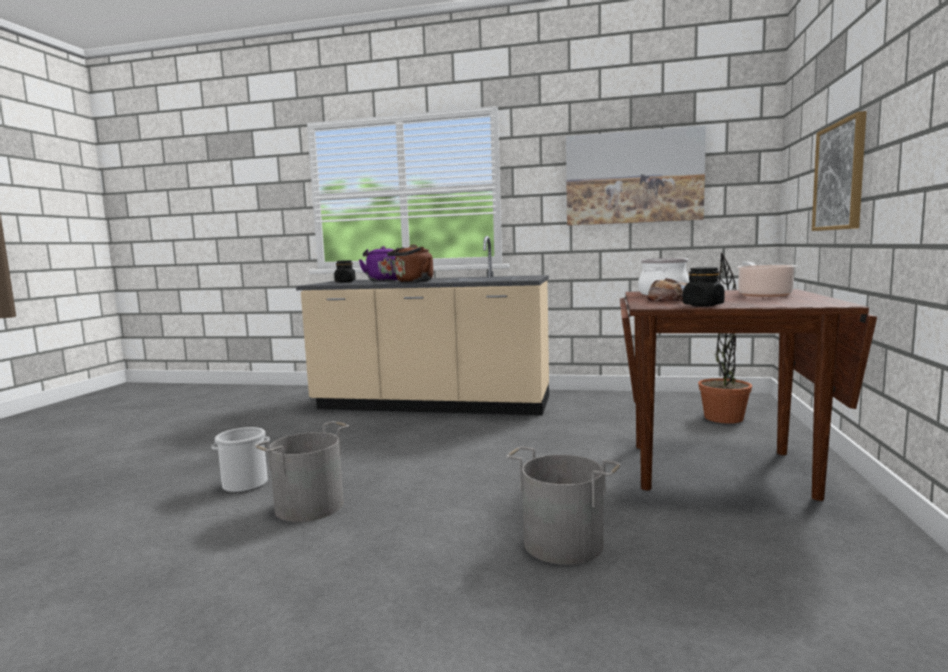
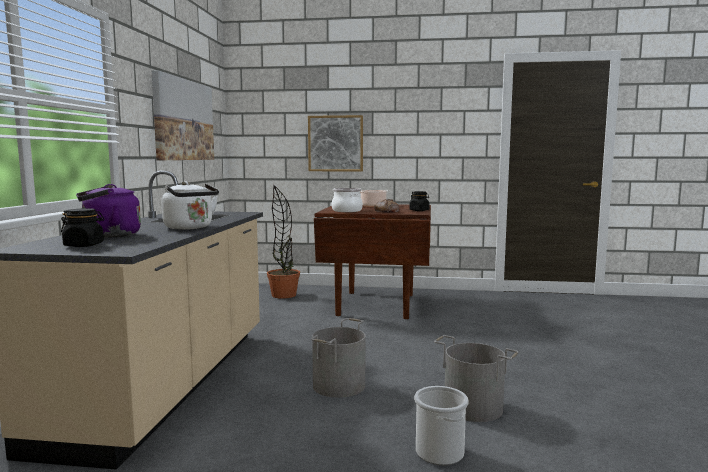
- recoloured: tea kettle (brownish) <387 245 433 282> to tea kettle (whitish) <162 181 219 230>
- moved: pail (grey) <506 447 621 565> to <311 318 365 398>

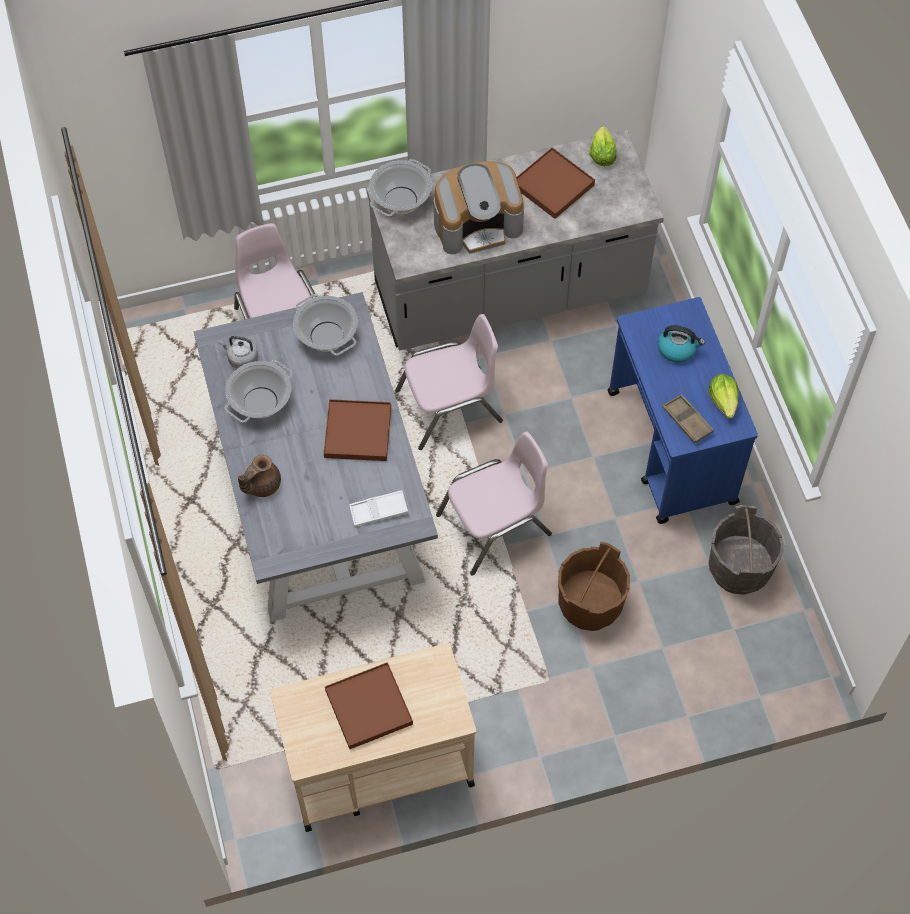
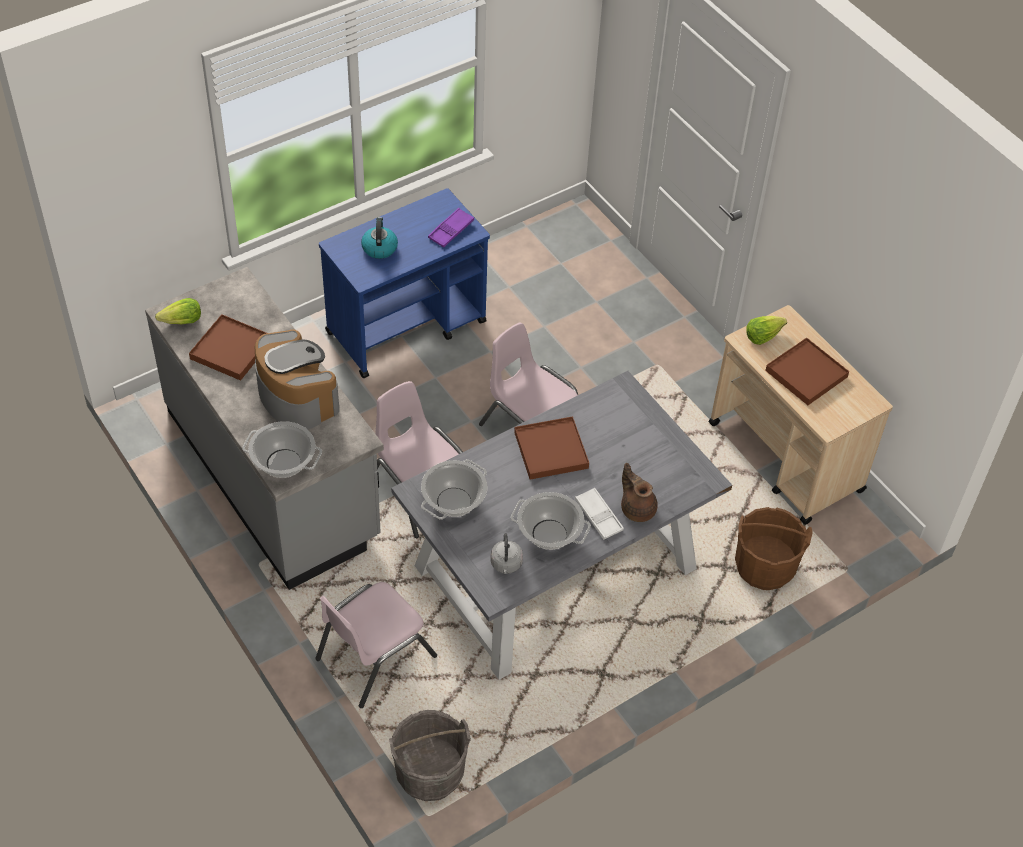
- moved: lettuce head <708 374 739 419> to <746 316 787 345>
- recoloured: tray (brownish) <662 394 714 443> to tray (purplish) <428 208 474 248>
- turned: pot for tea (brownish) <238 455 281 497> = <621 463 658 522> 150 degrees counterclockwise
- moved: tray (whitish) <349 490 408 527> to <575 488 624 540>
- moved: pail (grey) <709 505 784 595> to <389 710 471 801>
- moved: pail (brownish) <558 542 630 631> to <735 507 813 590>

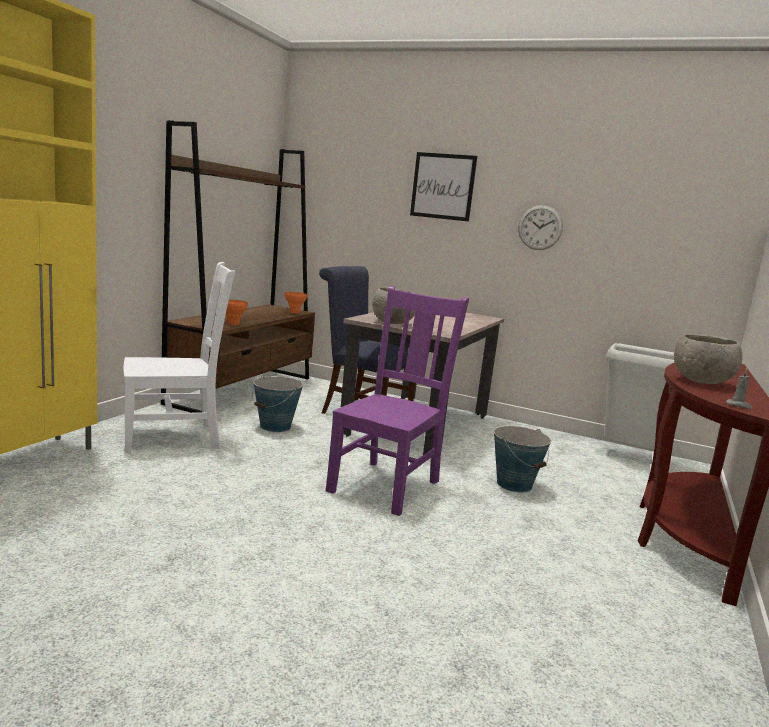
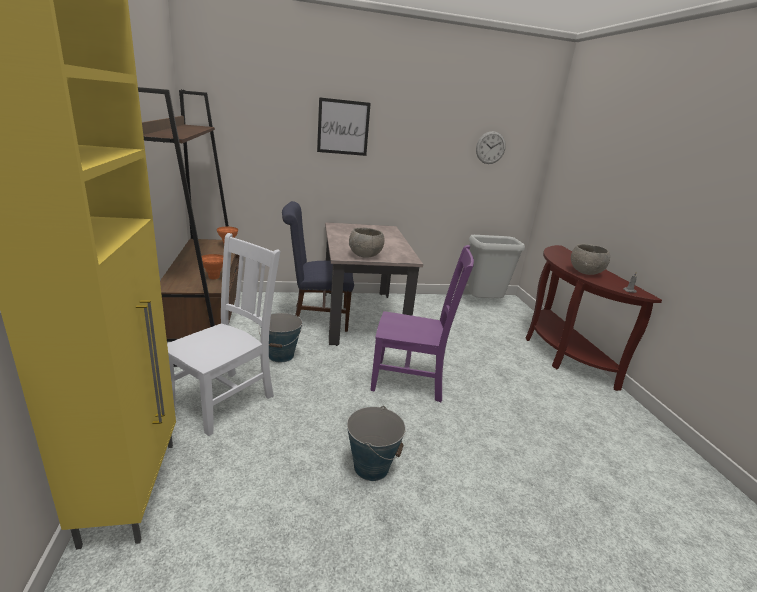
- moved: wall clock <518 205 563 250> to <476 131 506 164>
- turned: plain chair (purplish) <326 285 469 516> = <370 245 474 402> 105 degrees clockwise
- moved: pail <494 426 551 493> to <347 406 406 481>

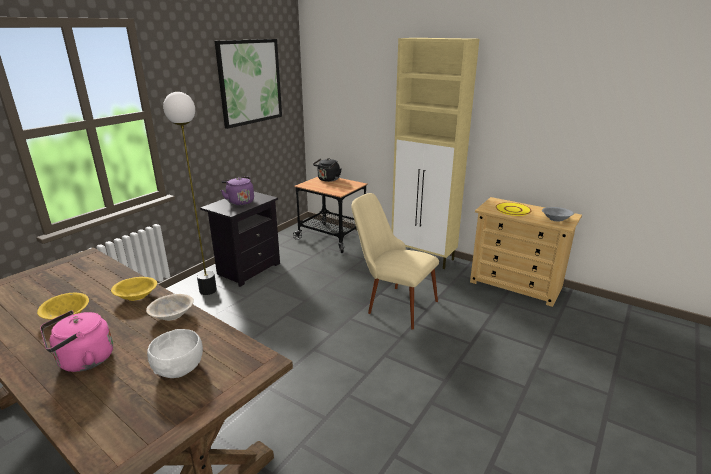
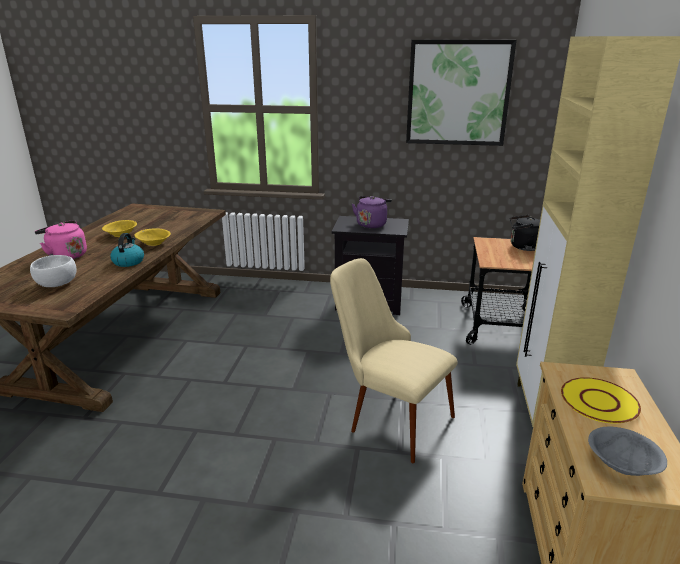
- removed: floor lamp <163 92 217 295>
- turned: plain chair (beige) <351 193 439 330> = <330 258 458 463> 60 degrees counterclockwise
- replaced: deep dish (beige) <146 294 194 321> to tea kettle <110 233 144 267>

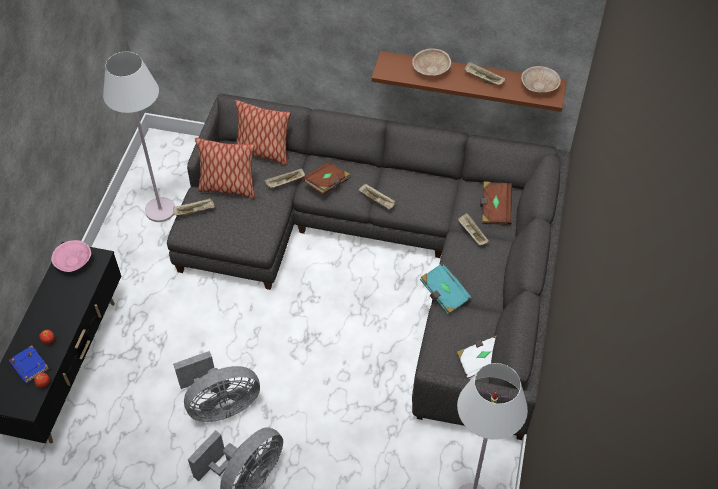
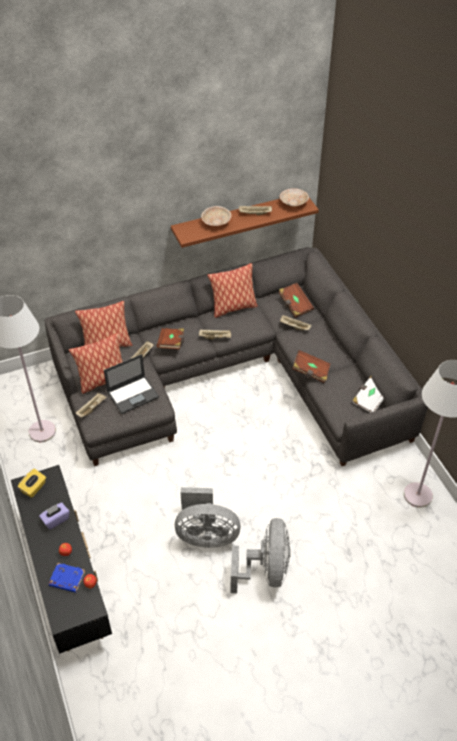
- replaced: deep dish (pink-coloured) <51 240 91 272> to tissue box (yellow) <17 469 46 498>
- recoloured: bound book (turquoise) <420 262 471 315> to bound book (brownish) <292 350 331 383>
- turned: cooling fan (grey) <173 351 260 422> = <175 487 241 548> 60 degrees clockwise
- added: pillow <208 263 258 318>
- added: portable computer <104 354 159 414>
- added: tissue box (purplish) <39 502 70 529>

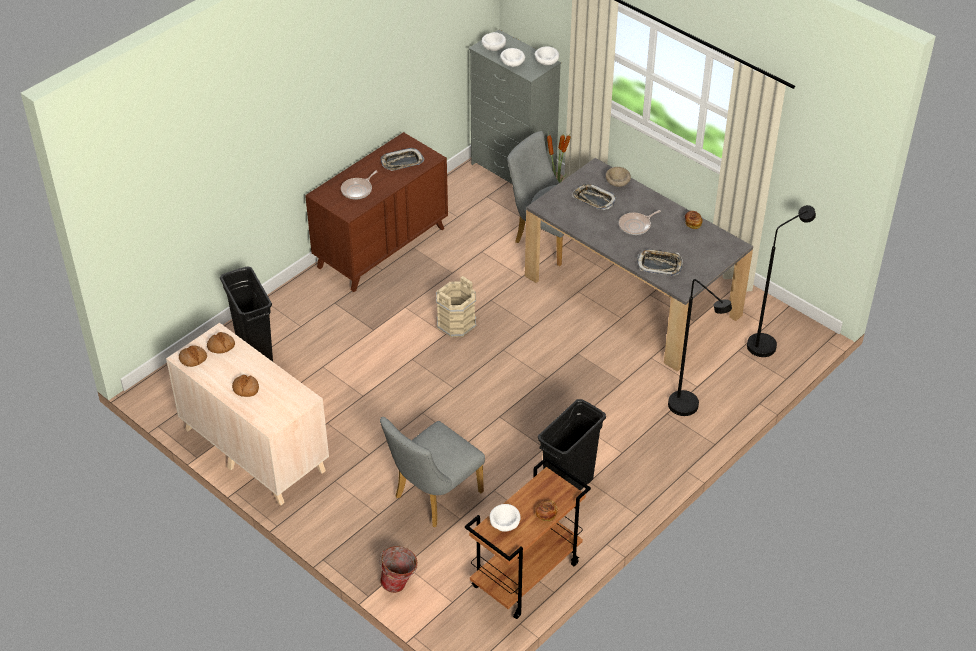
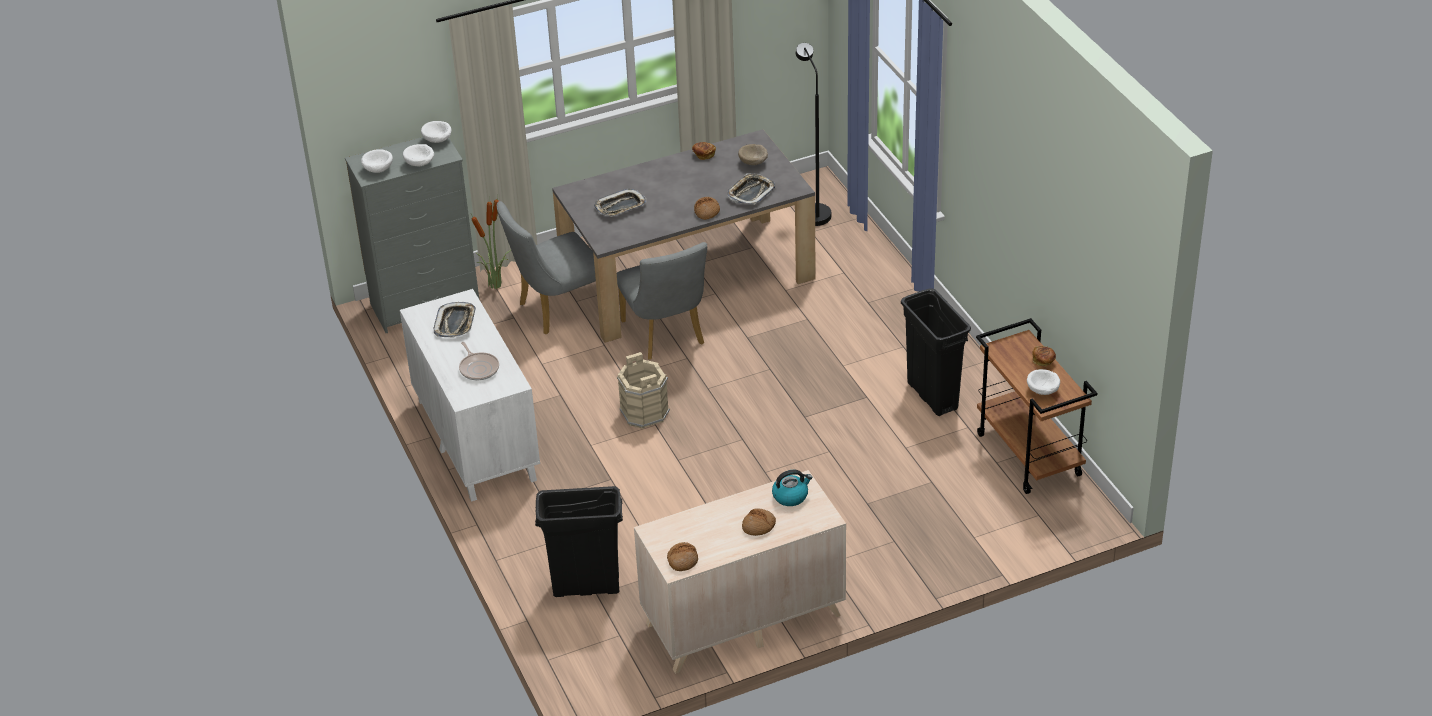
- recoloured: dresser (brownish) <305 132 448 292> to dresser (whitish) <400 289 540 502>
- moved: deep dish (beige) <606 167 631 187> to <738 144 768 165>
- removed: skillet <619 210 661 235>
- removed: floor lamp (black-coloured) <668 279 732 416>
- moved: bread <207 332 235 354> to <694 197 720 220>
- moved: plain chair (grey) <380 417 485 527> to <617 242 707 360>
- removed: pail <379 546 417 593>
- added: tea kettle <772 470 812 506>

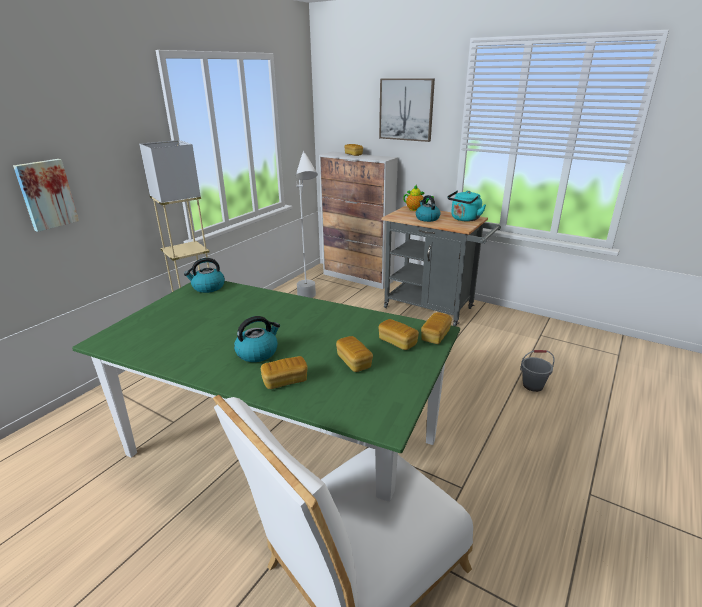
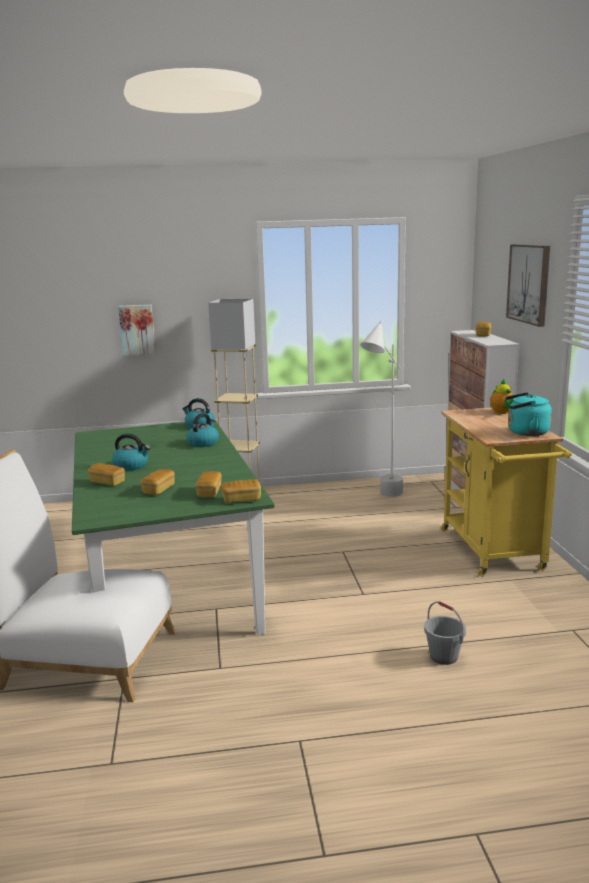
- moved: tea kettle <416 195 441 222> to <187 413 219 447>
- recoloured: wheeled cart (grey) <381 206 501 326> to wheeled cart (yellow) <441 408 572 576>

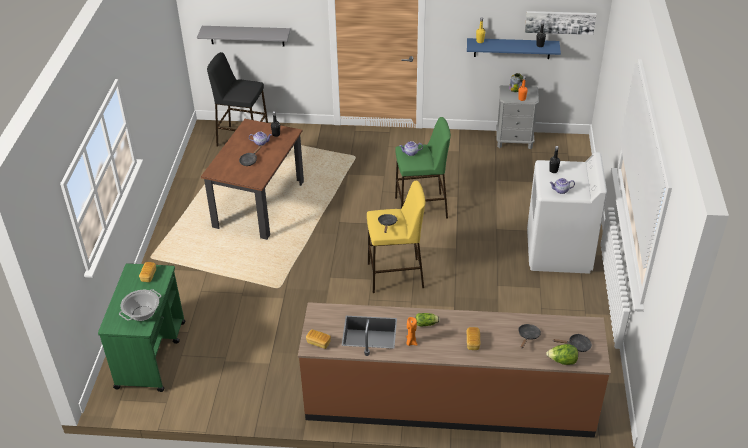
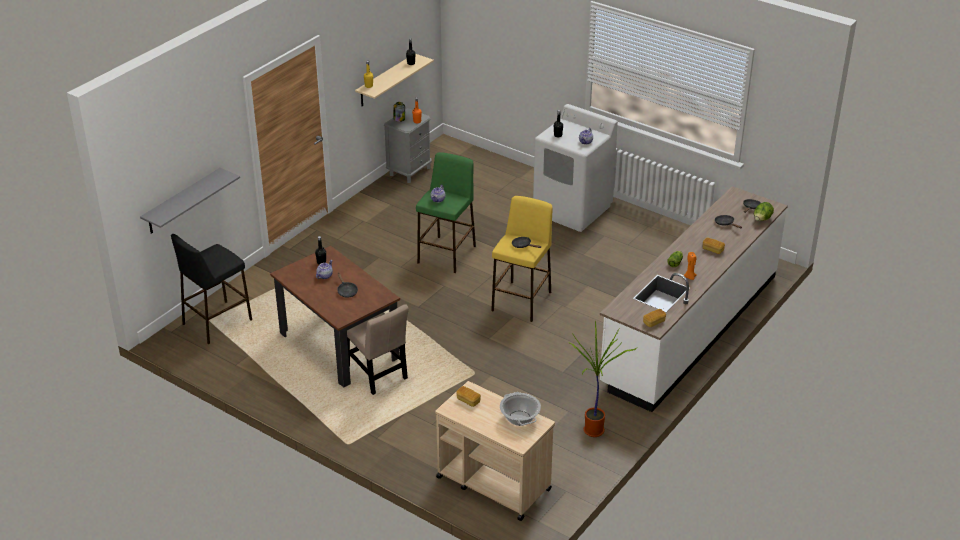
- removed: wall art <525 11 596 35>
- recoloured: shelf (blue) <467 38 561 59> to shelf (beige) <355 54 434 106>
- recoloured: wheeled cart (green) <98 263 185 392> to wheeled cart (beige) <435 381 555 521>
- recoloured: kitchen counter (brownish) <298 302 611 438> to kitchen counter (whitish) <600 186 788 412>
- added: plain chair (beige) <347 305 409 395>
- added: houseplant <570 320 637 437>

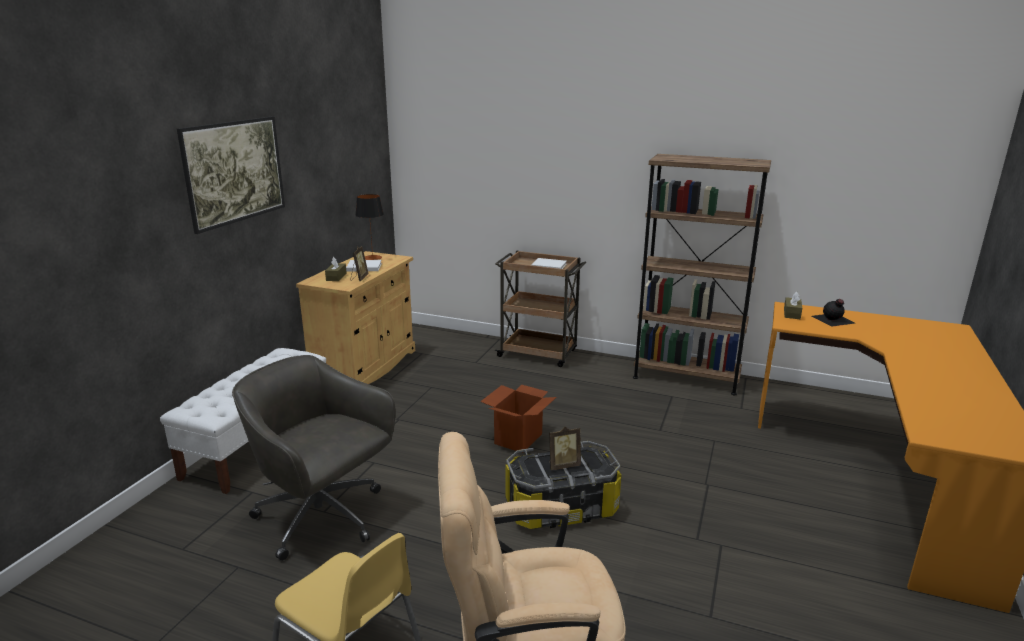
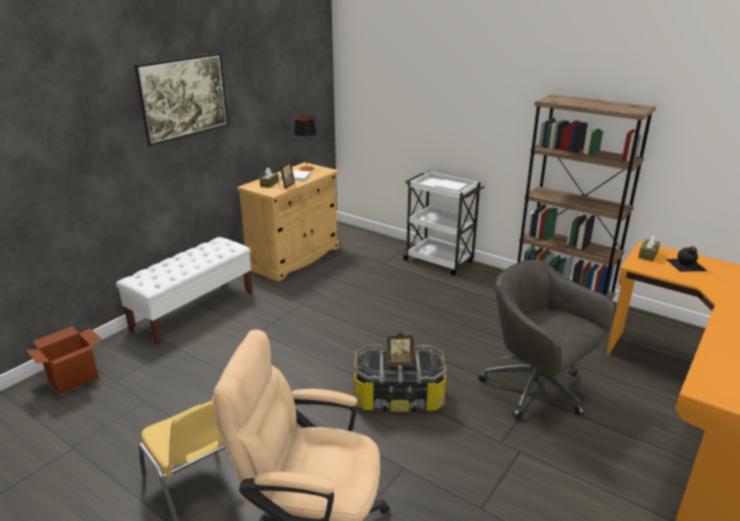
- recoloured: wheeled cart (brownish) <495 251 586 367> to wheeled cart (whitish) <402 171 484 276>
- moved: computer chair (grey) <232 355 395 561> to <478 260 615 419>
- moved: cardboard box <480 385 557 453> to <26 326 102 394>

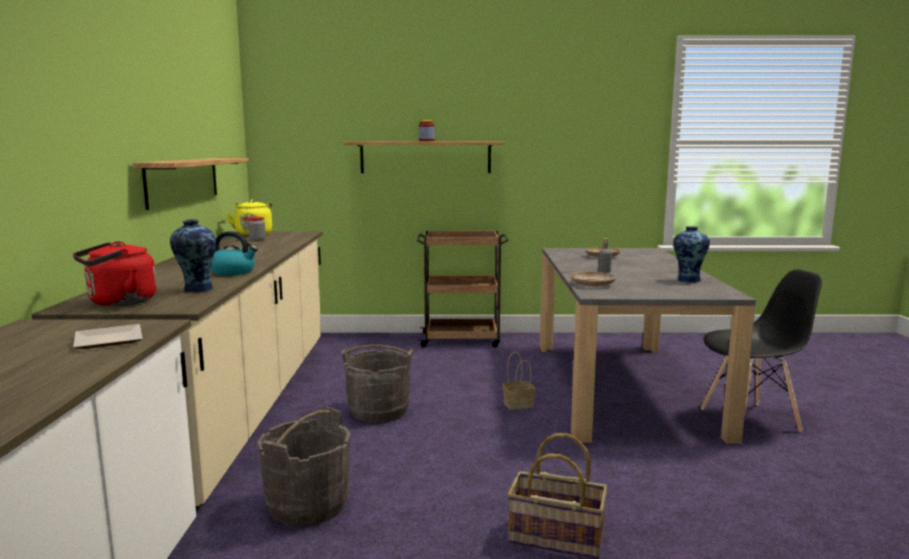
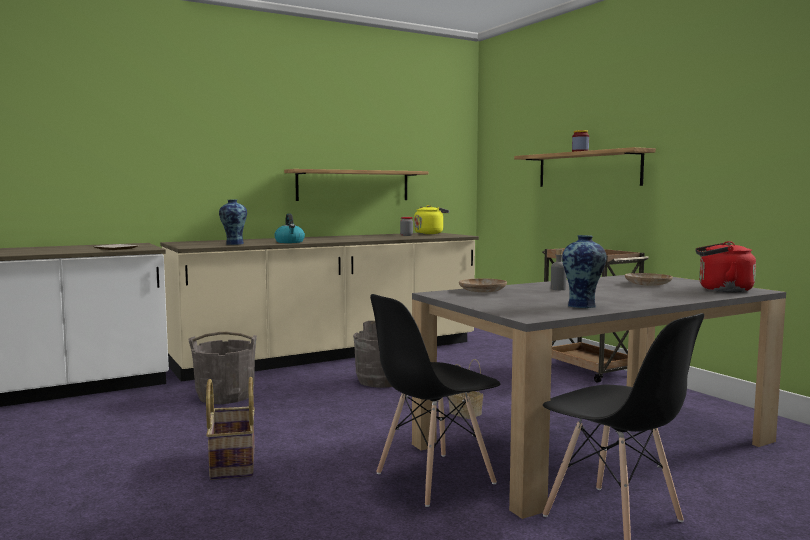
- moved: tea kettle (red-coloured) <73 241 157 306> to <695 241 756 292>
- added: plain chair (black-coloured) <370 294 500 507>

